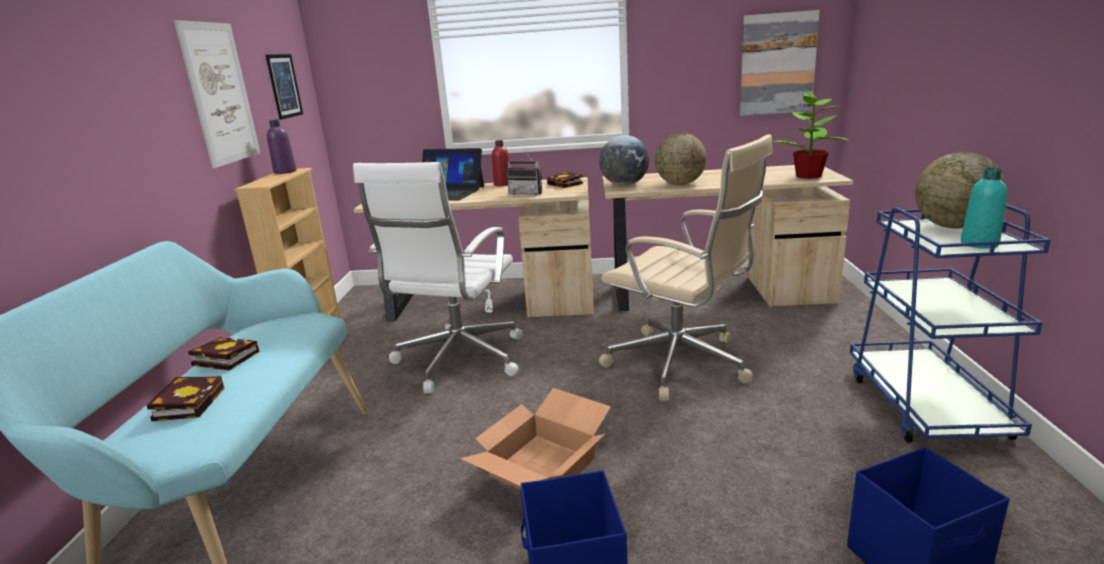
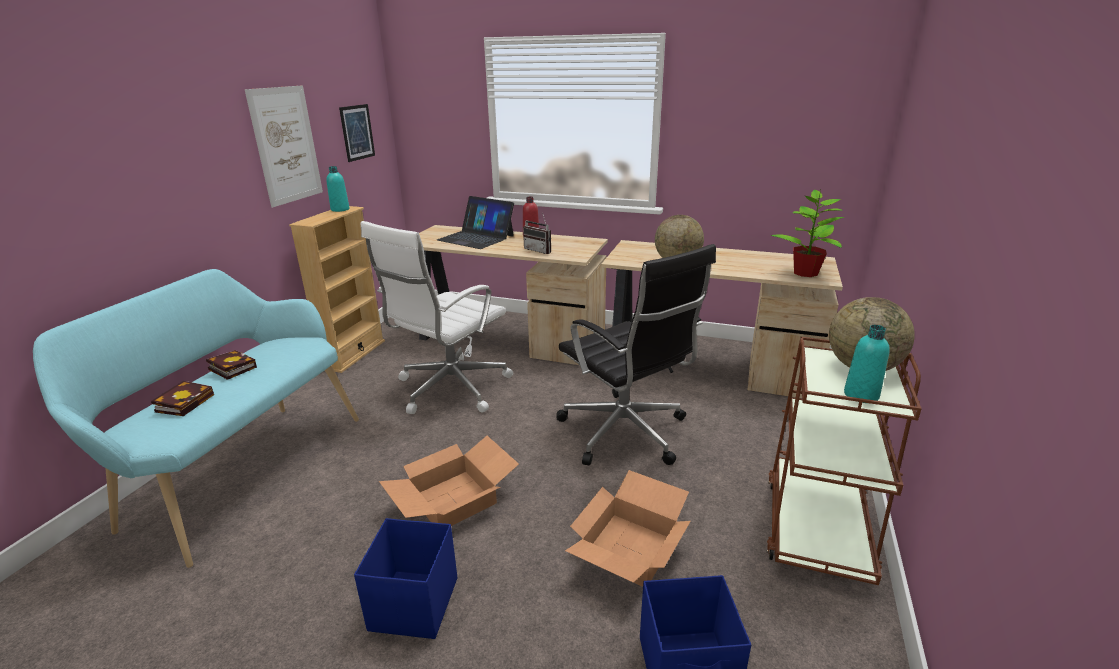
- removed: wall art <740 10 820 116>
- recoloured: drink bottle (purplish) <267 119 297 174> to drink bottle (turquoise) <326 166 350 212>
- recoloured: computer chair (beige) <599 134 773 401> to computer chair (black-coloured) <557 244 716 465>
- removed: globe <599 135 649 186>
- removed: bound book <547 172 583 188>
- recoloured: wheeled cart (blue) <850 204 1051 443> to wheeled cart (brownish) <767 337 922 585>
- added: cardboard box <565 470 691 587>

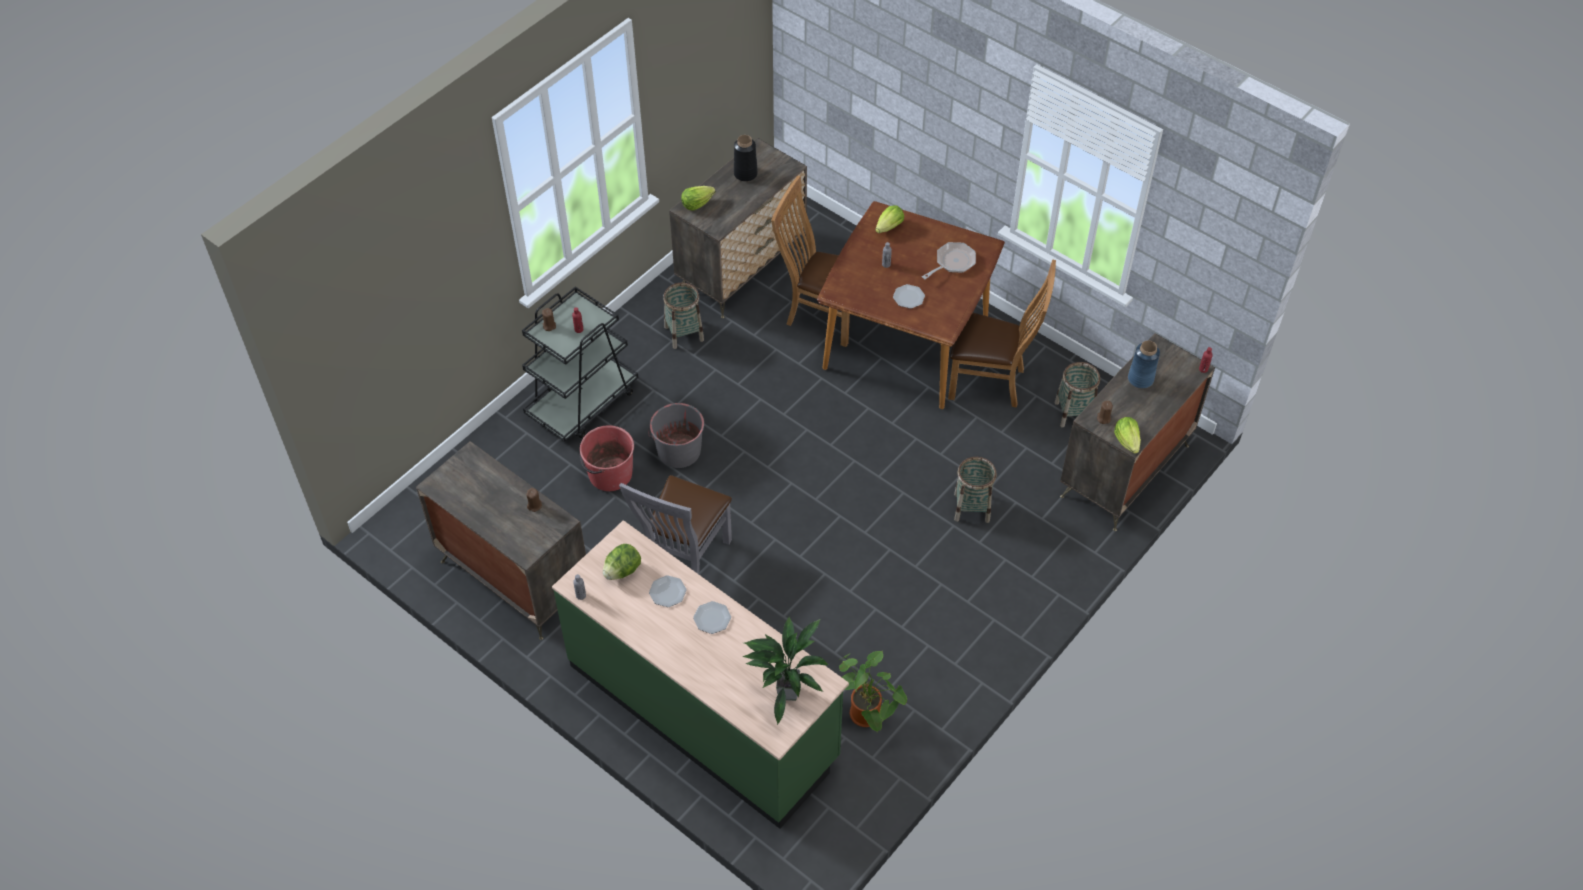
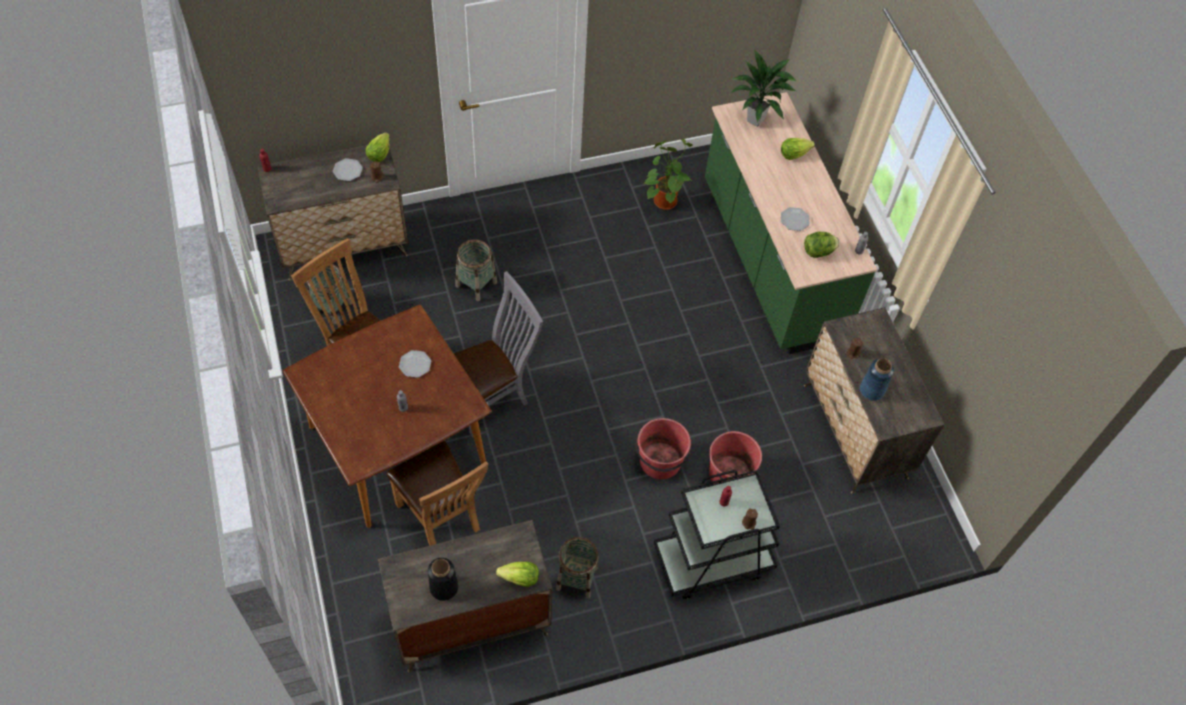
- moved: lettuce head <875 205 904 233> to <781 138 815 160>
- removed: skillet <922 242 976 280>
- moved: flower vase (blue) <1128 340 1160 389> to <860 358 894 401>
- recoloured: pail (grey) <648 403 704 468> to pail (red-coloured) <636 418 693 479>
- moved: plain chair (grey) <619 475 732 574> to <454 271 543 437>
- moved: dinner plate <693 601 731 634> to <333 158 363 181>

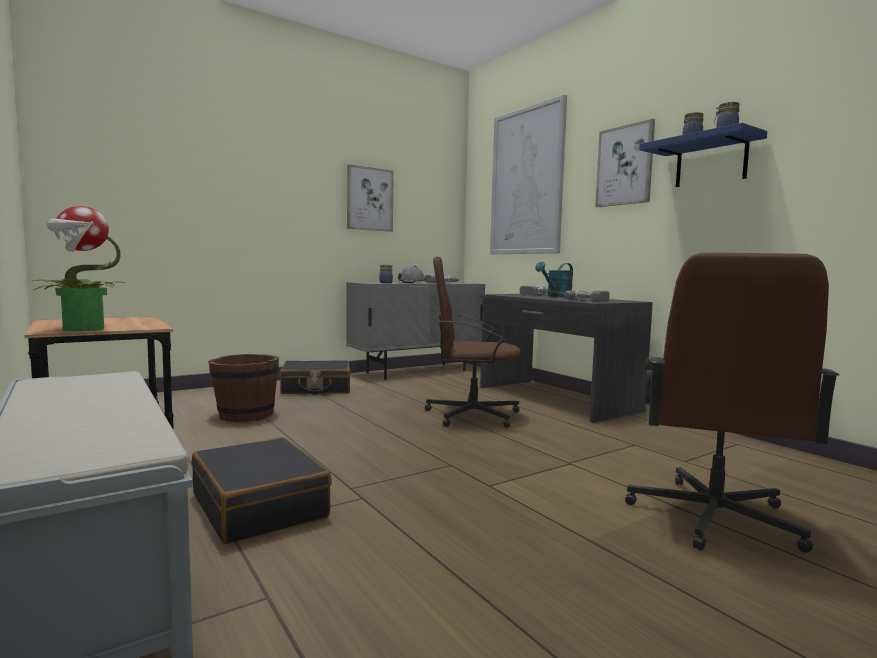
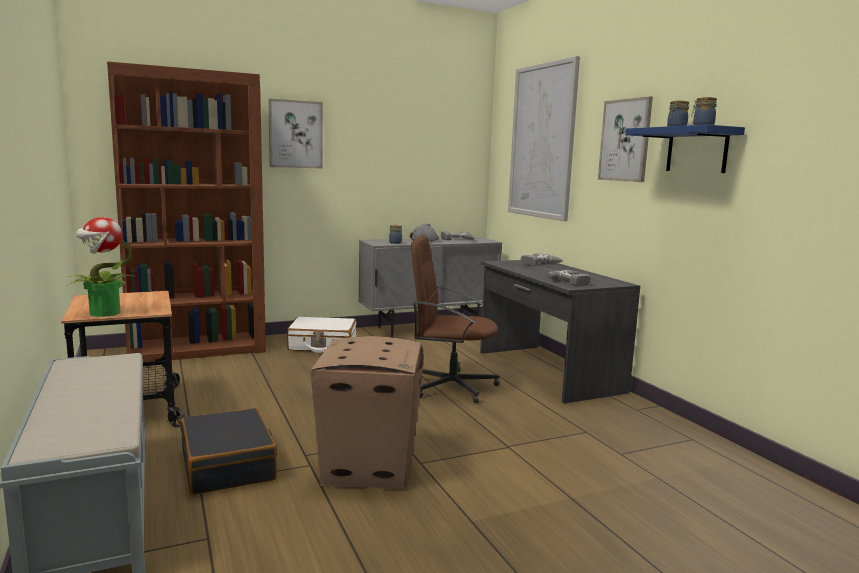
- moved: wall art <347 164 394 232> to <268 99 323 168>
- removed: computer chair (brownish) <625 253 840 553>
- removed: sprinkling can (turquoise) <535 262 573 297>
- removed: pail (brownish) <208 354 279 422>
- recoloured: travel case (black-coloured) <280 361 350 394> to travel case (whitish) <287 317 356 353>
- added: bookcase (brownish) <107 61 266 362>
- added: cardboard box <310 336 424 490>

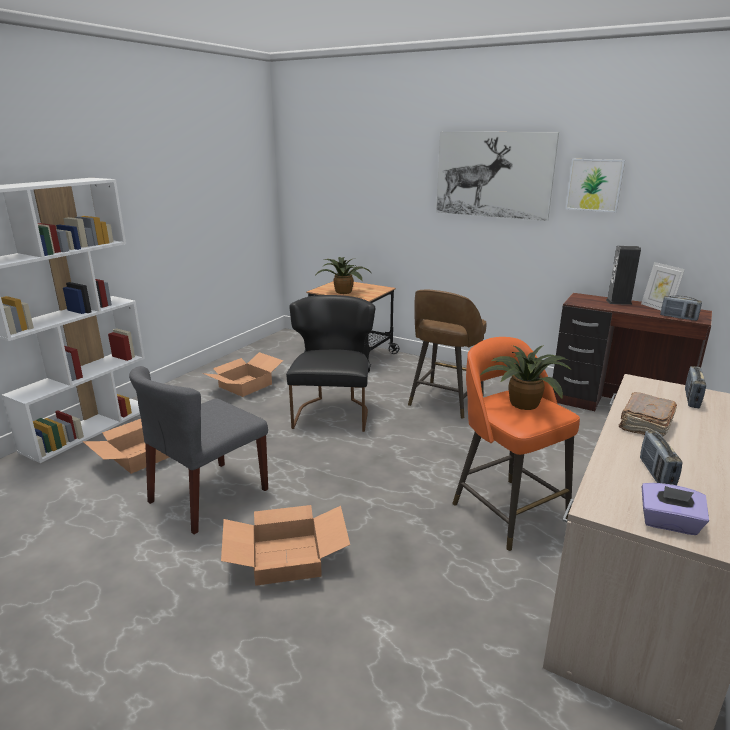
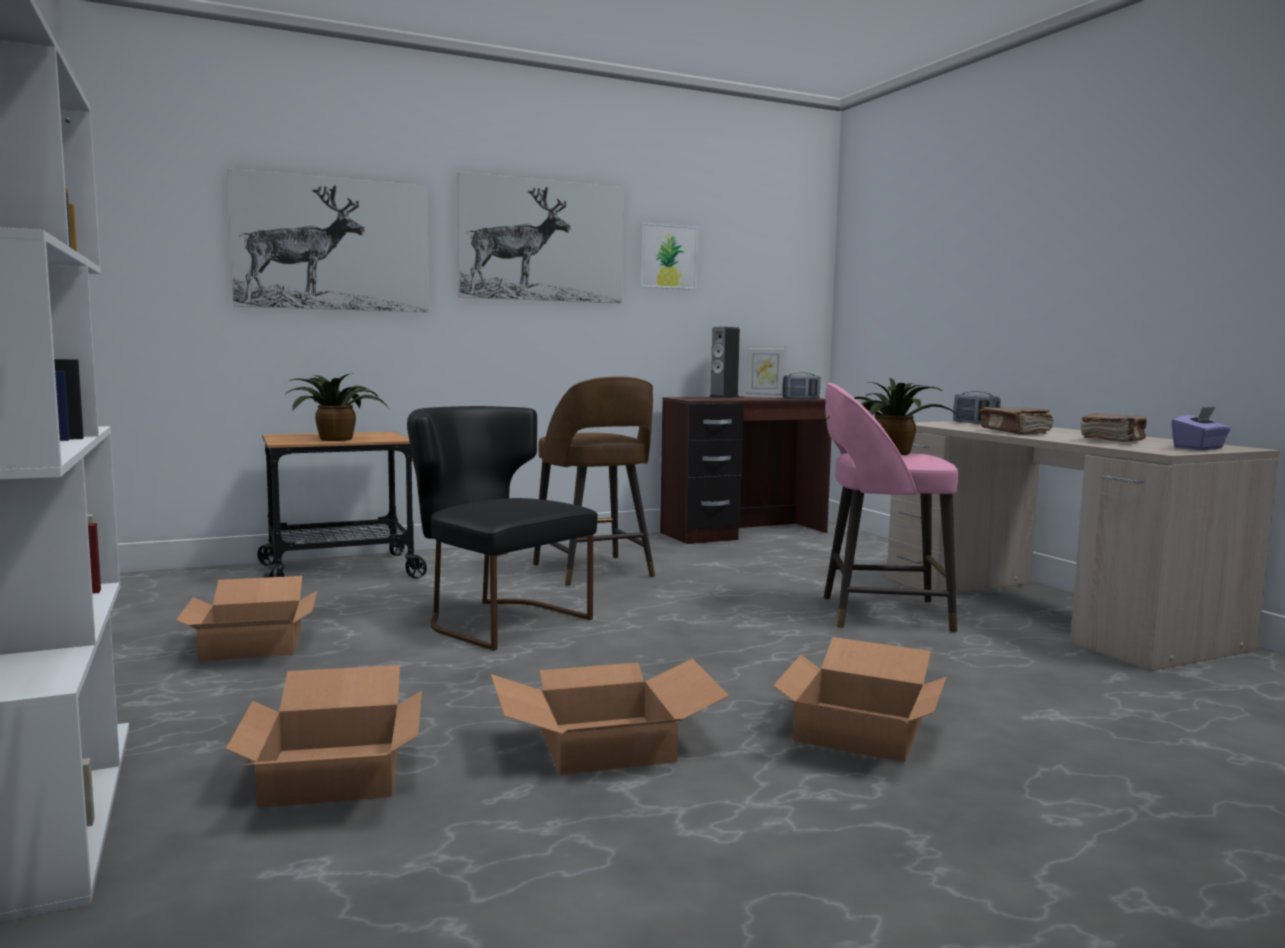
- recoloured: stool (orange) <452 337 580 551> to stool (pink-coloured) <824 383 958 633>
- replaced: plain chair (grey) <129 366 268 535> to cardboard box <491 659 729 775>
- replaced: radio set <640 431 683 485> to bound book (brownish) <1081 413 1147 442>
- added: wall art <227 168 429 312>

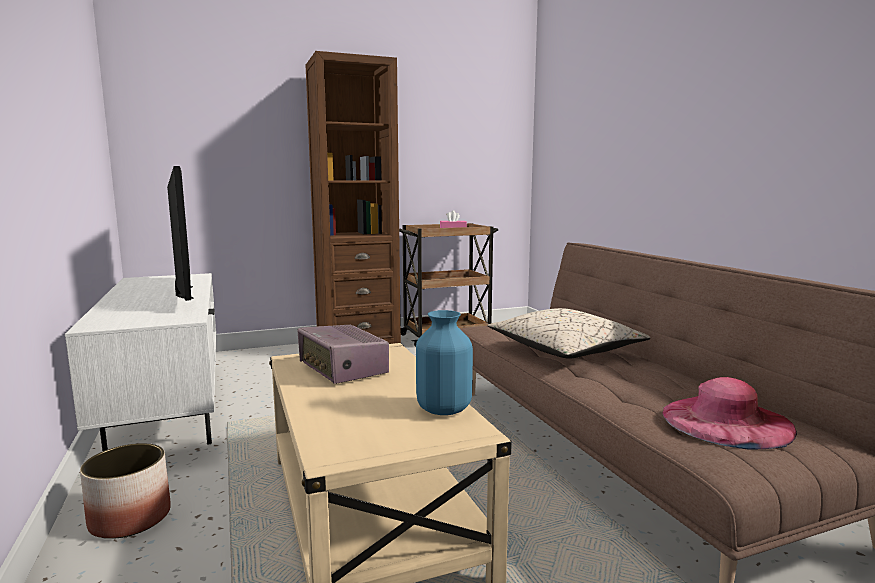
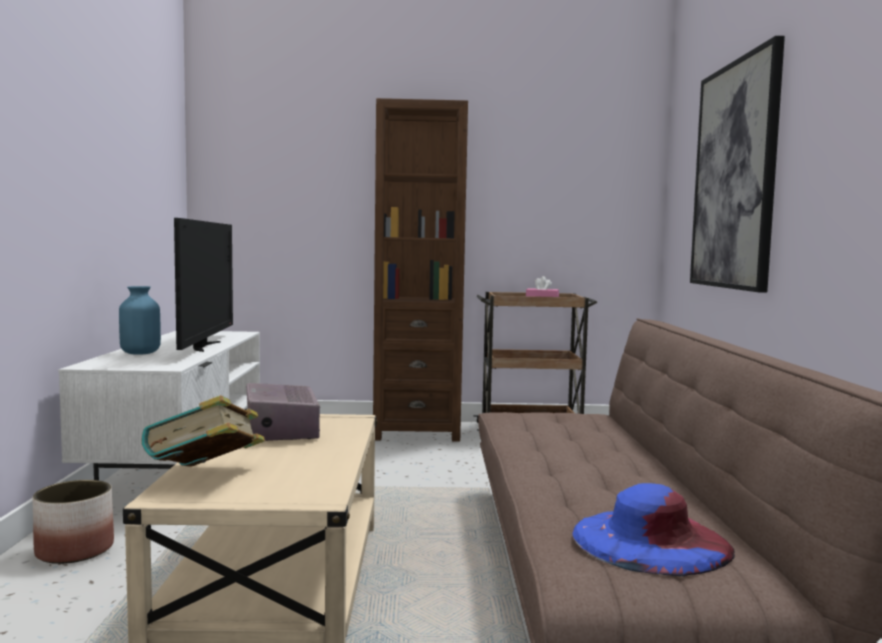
- removed: pillow (beige) <488 308 650 359>
- moved: flower vase (blue) <416 310 473 415> to <119 286 161 355>
- recoloured: hat (pink-coloured) <663 377 797 450> to hat (blue) <572 483 735 576>
- added: wall art <690 36 785 293>
- added: bound book <142 395 265 467>

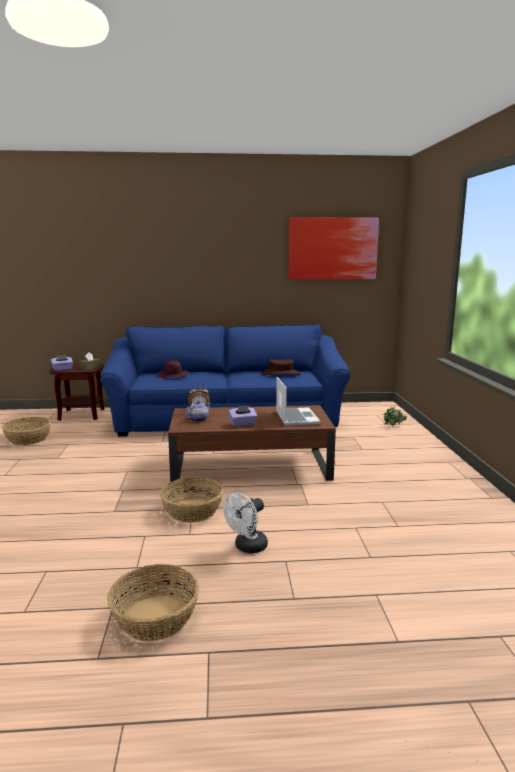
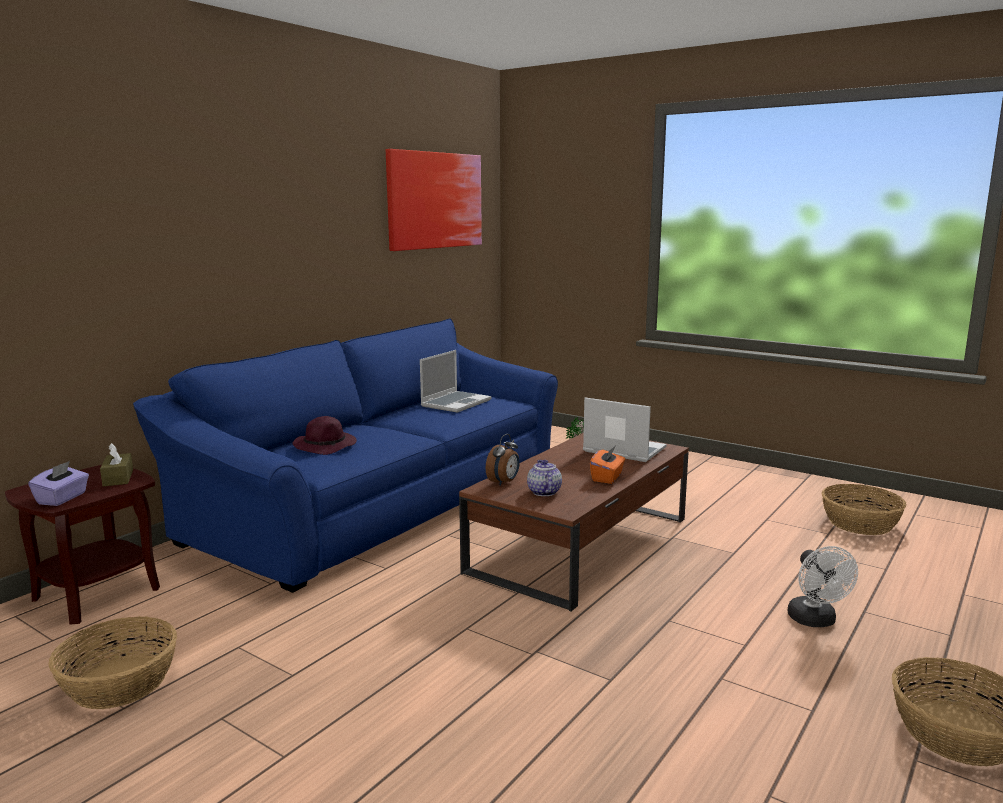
- replaced: hat (brownish) <261 359 301 375> to portable computer <420 350 491 413>
- recoloured: tissue box (purplish) <228 405 257 427> to tissue box (orange) <590 446 625 484>
- moved: basket <160 477 223 523> to <822 484 907 535>

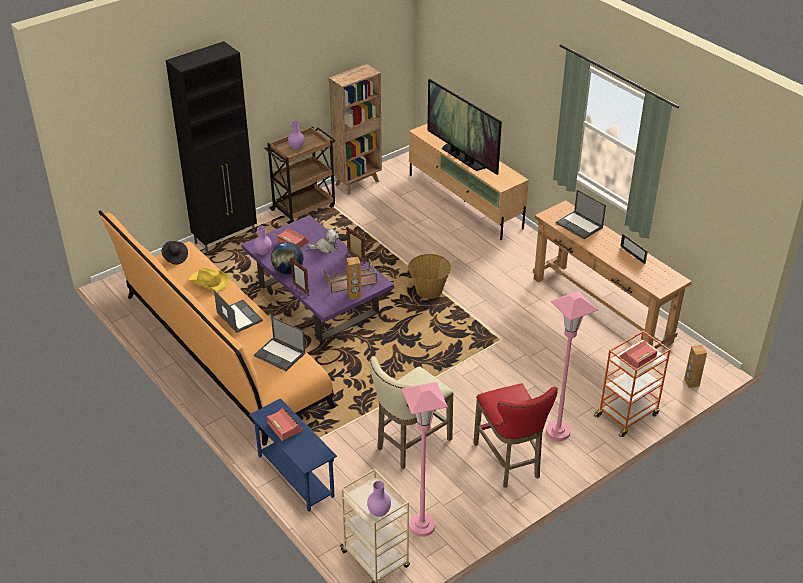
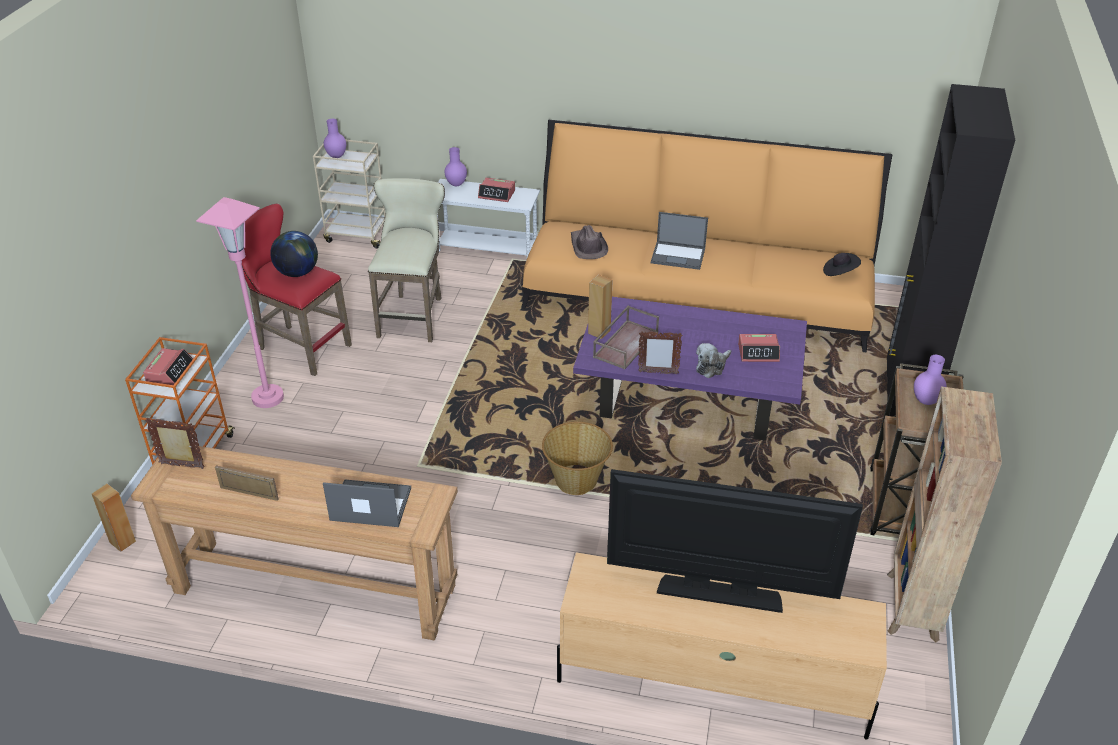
- moved: flower vase (purplish) <254 226 272 255> to <445 147 467 186>
- moved: globe <271 242 303 274> to <270 231 318 277>
- moved: picture frame <290 257 309 296> to <145 418 205 469>
- removed: hat (yellow) <189 267 229 291>
- replaced: portable computer <254 316 305 371> to hat (brownish) <571 225 608 259>
- removed: floor lamp (pink-coloured) <402 382 448 537>
- recoloured: side table (blue) <249 398 337 512> to side table (whitish) <437 179 540 260>

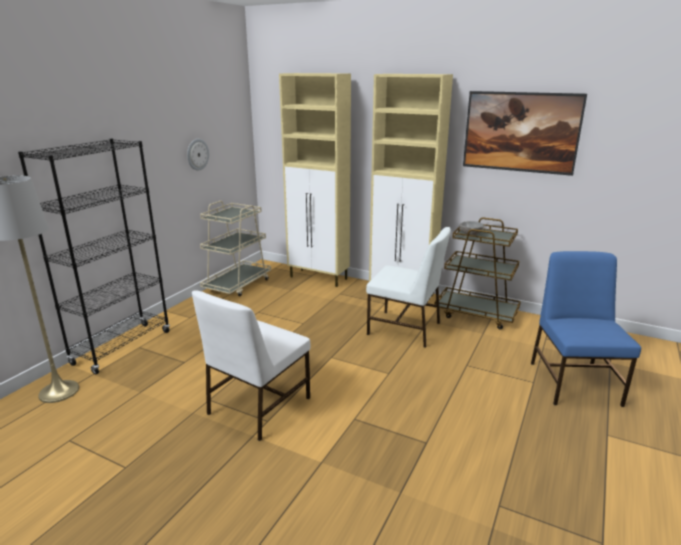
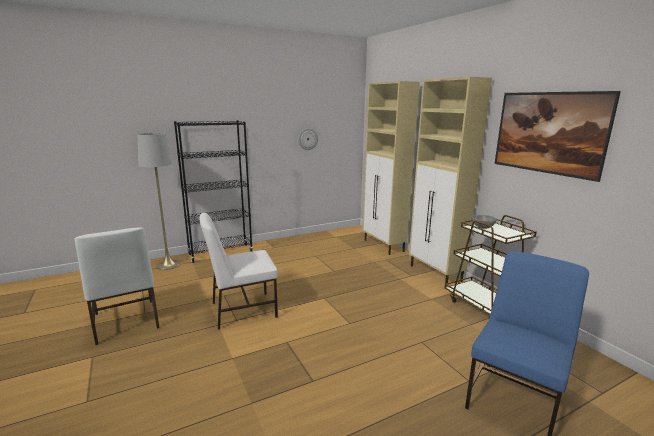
- removed: wheeled cart (beige) <200 201 271 297>
- moved: plain chair (whitish) <366 227 451 348> to <74 228 159 345>

